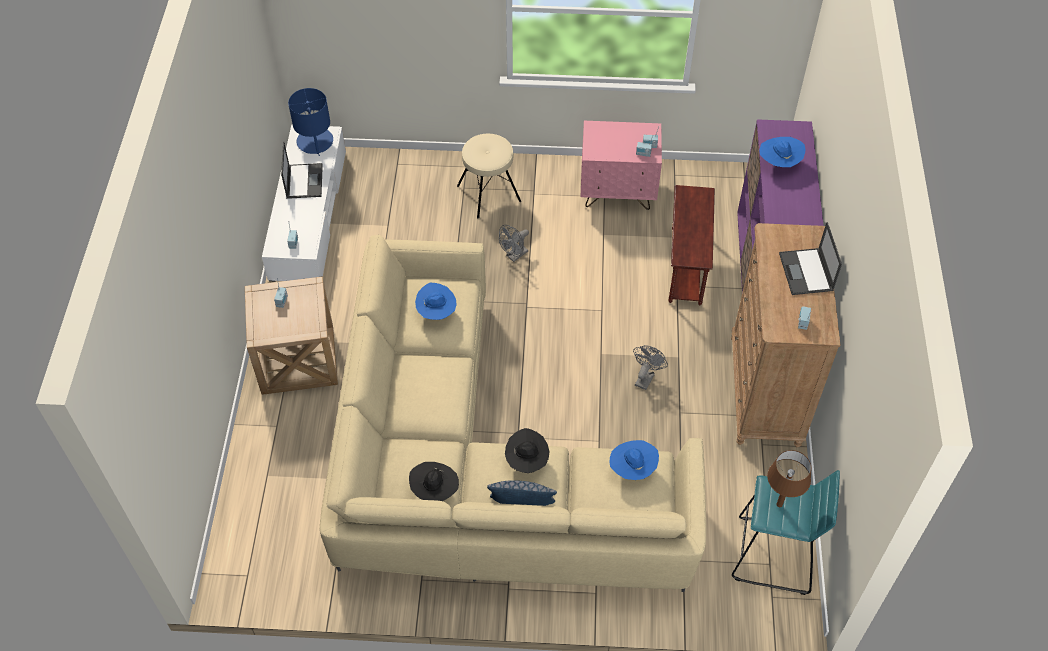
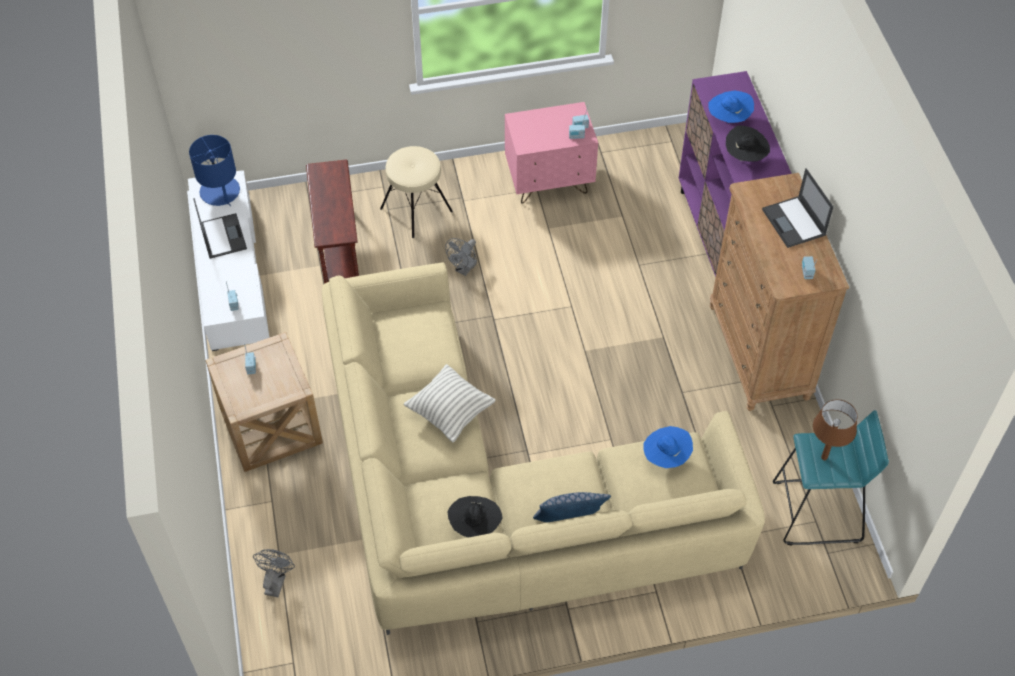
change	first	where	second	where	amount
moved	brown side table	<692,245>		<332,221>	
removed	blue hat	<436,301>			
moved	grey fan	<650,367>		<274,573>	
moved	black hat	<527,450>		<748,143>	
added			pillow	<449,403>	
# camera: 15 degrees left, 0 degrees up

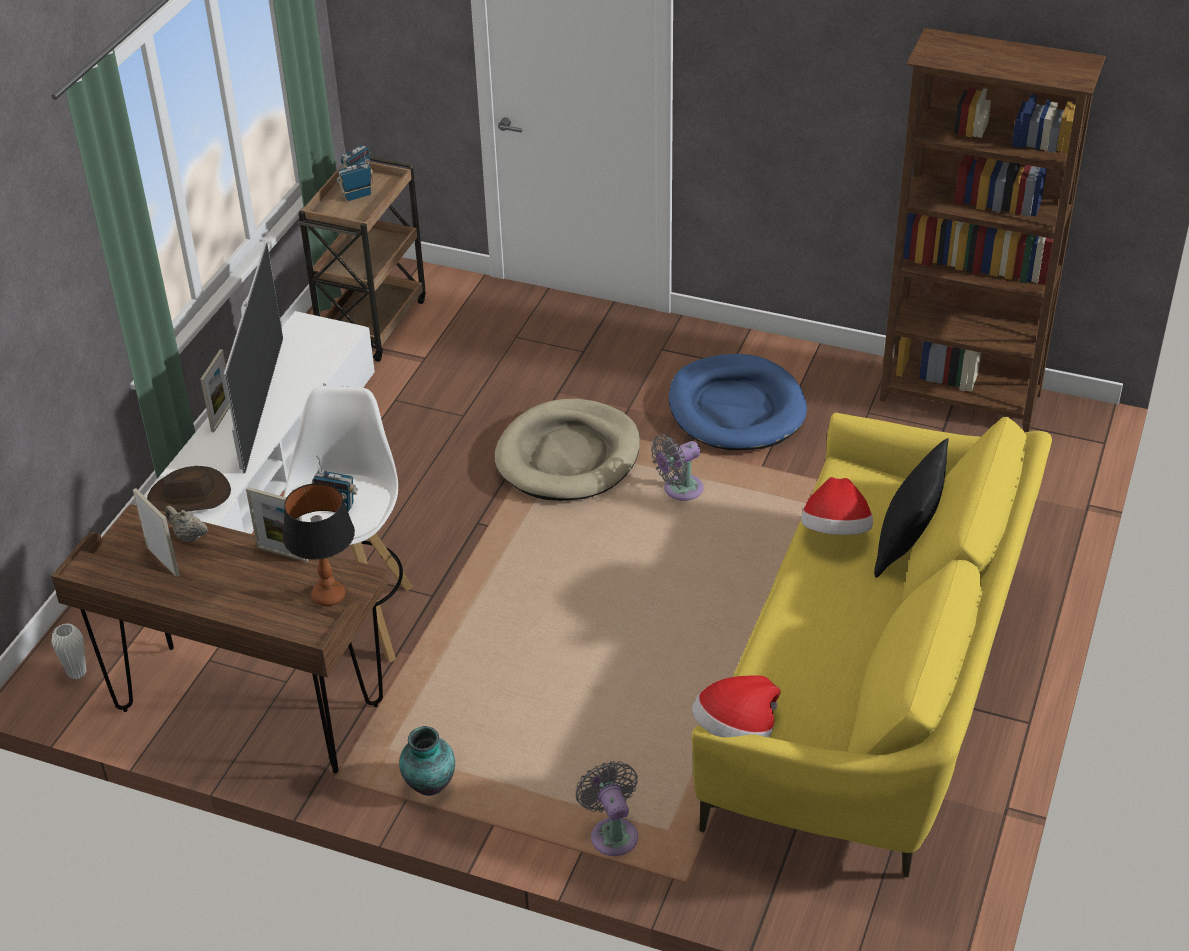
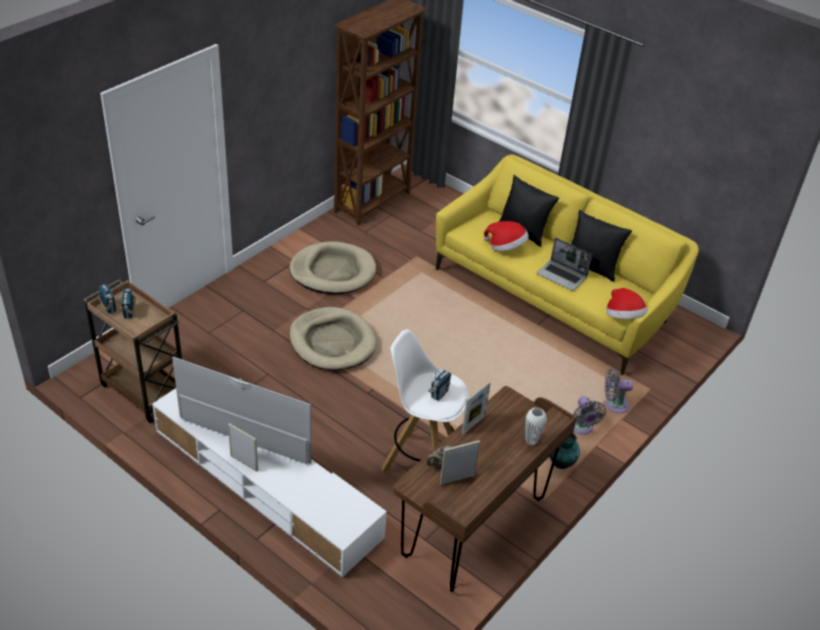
change	first	where	second	where	amount
recoloured	blue dog bed	<738,402>	beige dog bed	<332,268>	
moved	grey fan	<677,467>		<589,415>	
removed	brown hat	<189,489>			
removed	table lamp	<319,544>			
moved	white vase	<69,651>		<536,426>	
added			black pillow	<601,246>	
added			laptop	<564,264>	
# camera: 75 degrees left, 0 degrees up

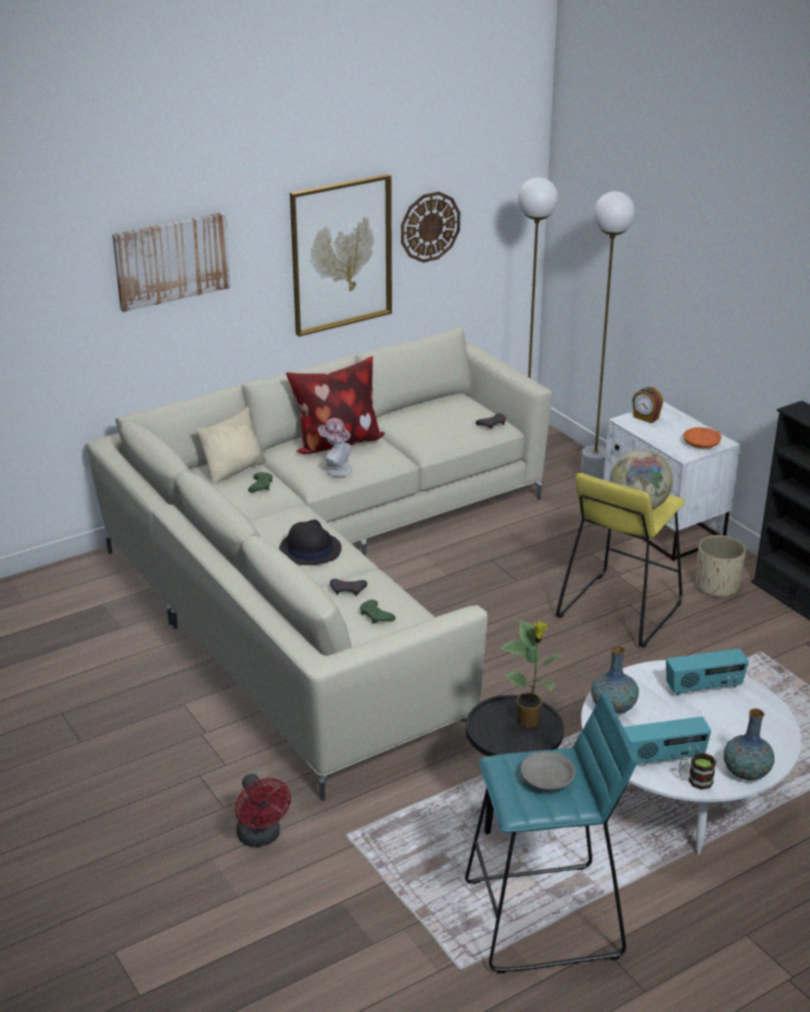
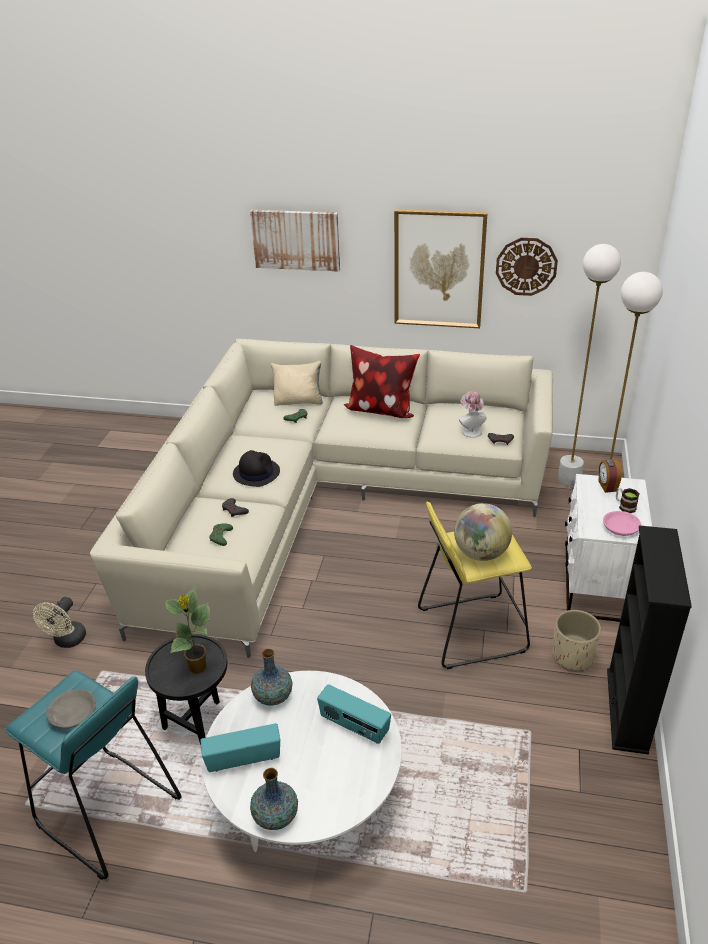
change	first	where	second	where	amount
moved	hat	<335,447>		<473,414>	
recoloured	orange bowl	<702,438>	pink bowl	<622,523>	
turned	radio	<667,741>		<240,747>	135 degrees clockwise
moved	mug	<697,771>		<627,500>	
recoloured	red fan	<263,810>	beige fan	<59,622>	
# camera: 45 degrees right, 5 degrees up

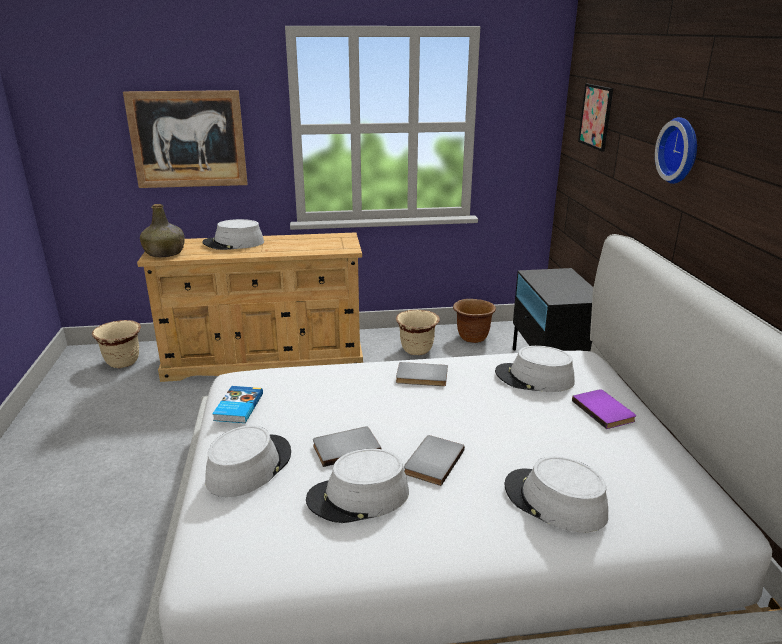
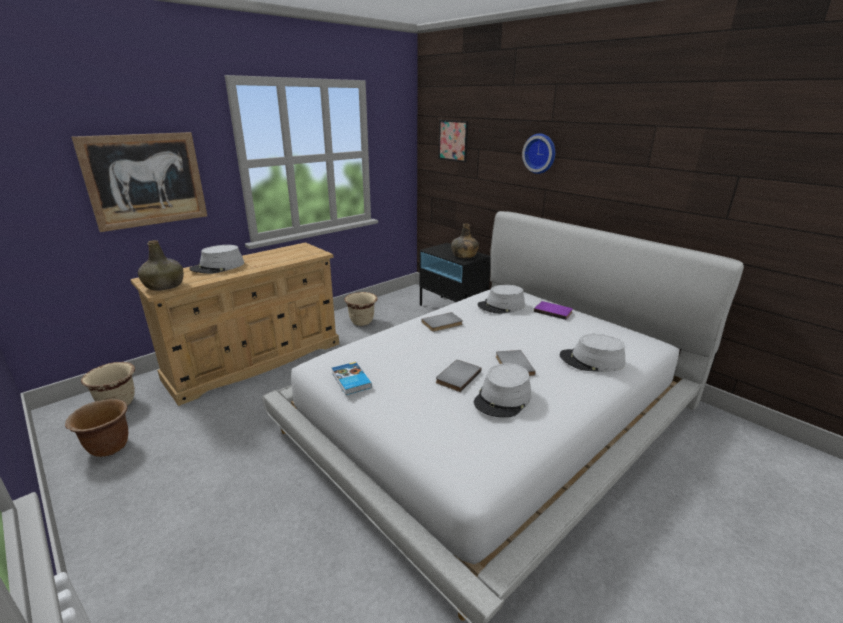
change	first	where	second	where	amount
moved	brown planter	<474,321>		<96,428>	
removed	grey hat	<248,461>			
added			green bottle	<465,240>	
# camera: 35 degrees left, 0 degrees up

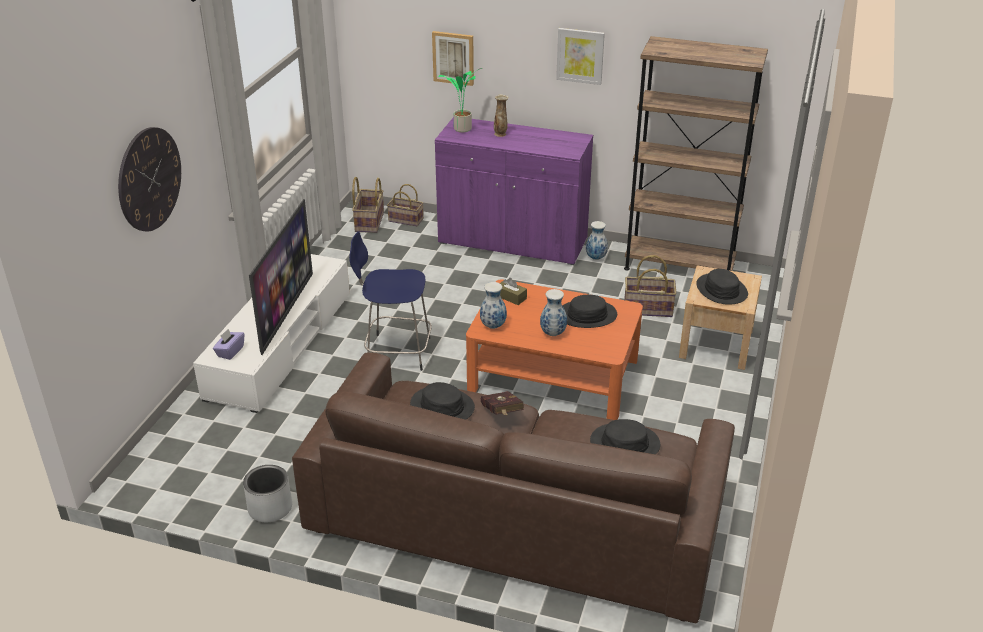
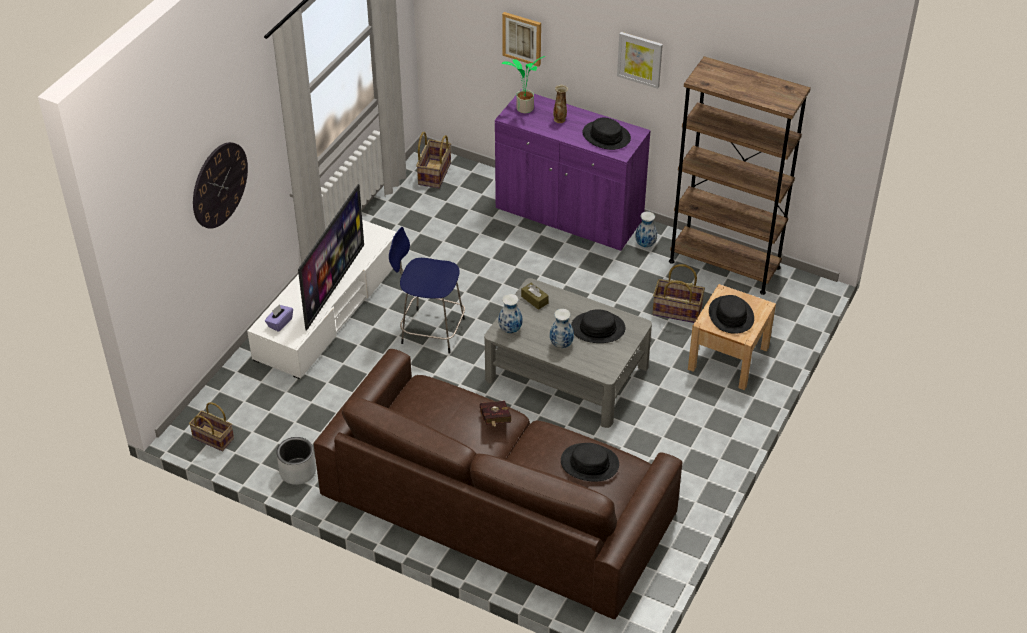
change	first	where	second	where	amount
moved	basket	<405,205>		<211,426>	
recoloured	orange coffee table	<554,349>	grey coffee table	<568,353>	
moved	black hat	<442,401>		<606,134>	
# camera: 10 degrees right, 10 degrees up

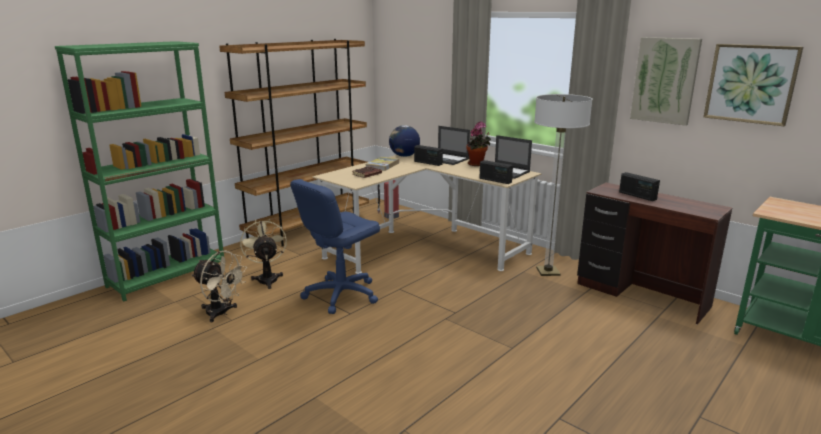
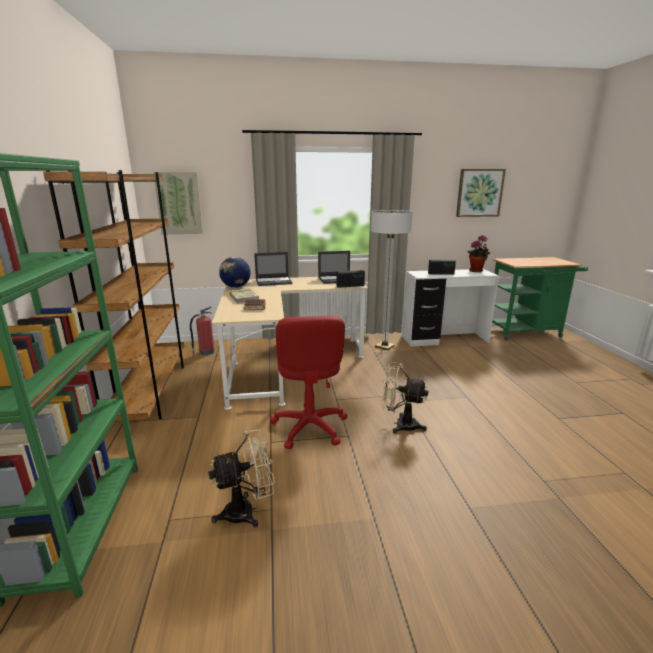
change	first	where	second	where	amount
moved	picture	<666,81>		<178,203>	
moved	potted plant	<478,143>		<479,253>	
removed	radio	<428,155>			
recoloured	blue office chair	<335,246>	red office chair	<308,382>	
recoloured	brown desk	<654,254>	white desk	<450,308>	
moved	beige fan	<263,254>		<405,398>	
# camera: 50 degrees left, 0 degrees up

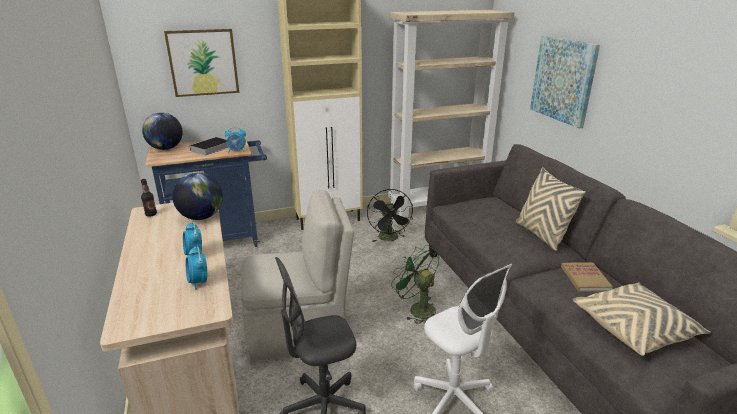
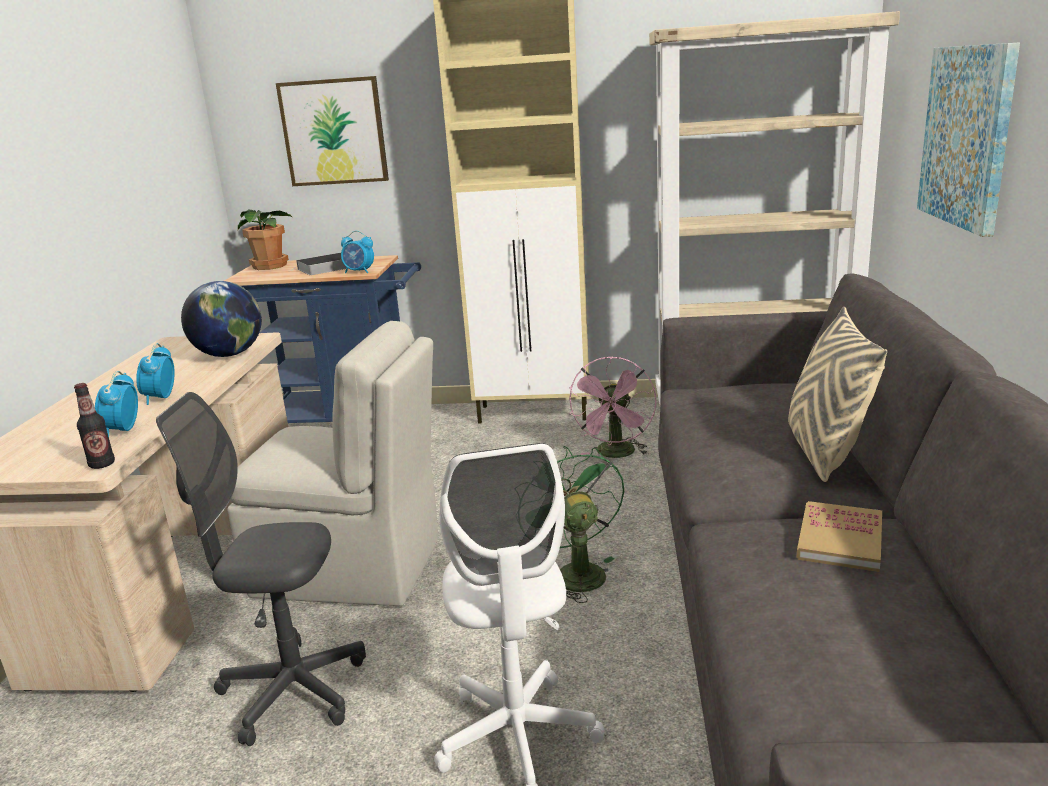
change	first	where	second	where	amount
replaced	globe	<162,131>	potted plant	<265,239>	
moved	bottle	<149,198>		<94,426>	
recoloured	black fan	<390,215>	pink fan	<612,407>	
removed	beige pillow	<642,319>			
# camera: 25 degrees right, 5 degrees down

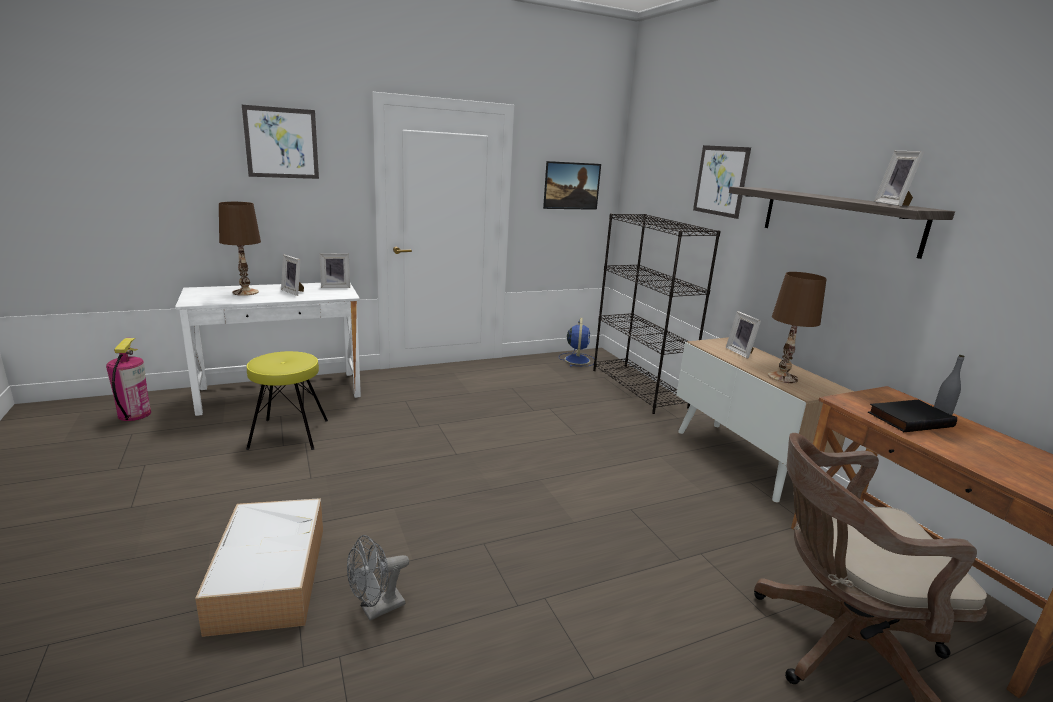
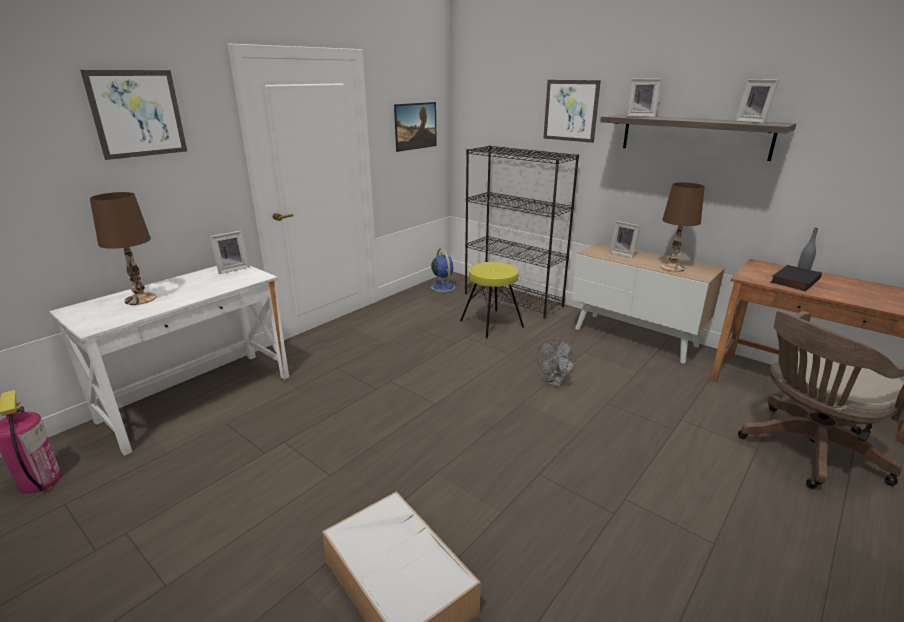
change	first	where	second	where	amount
moved	picture frame	<292,275>		<643,98>	
moved	yellow stool	<287,400>		<492,300>	
moved	grey fan	<378,578>		<557,362>	
# camera: 25 degrees left, 5 degrees up

